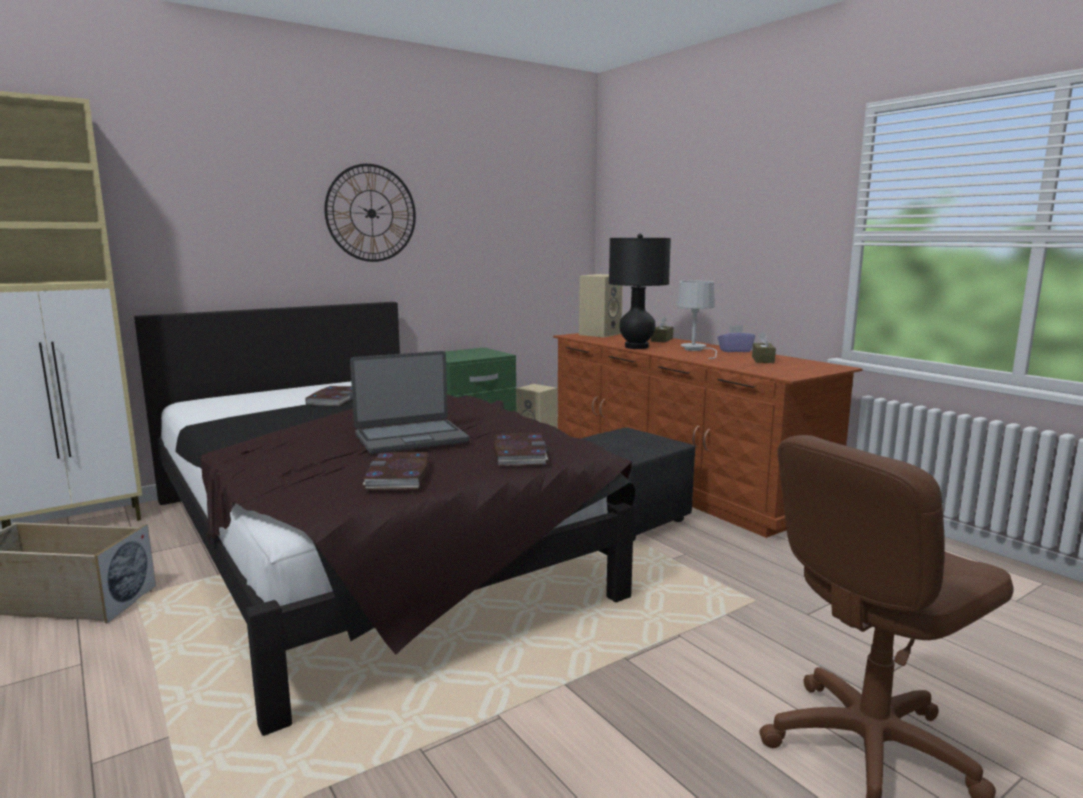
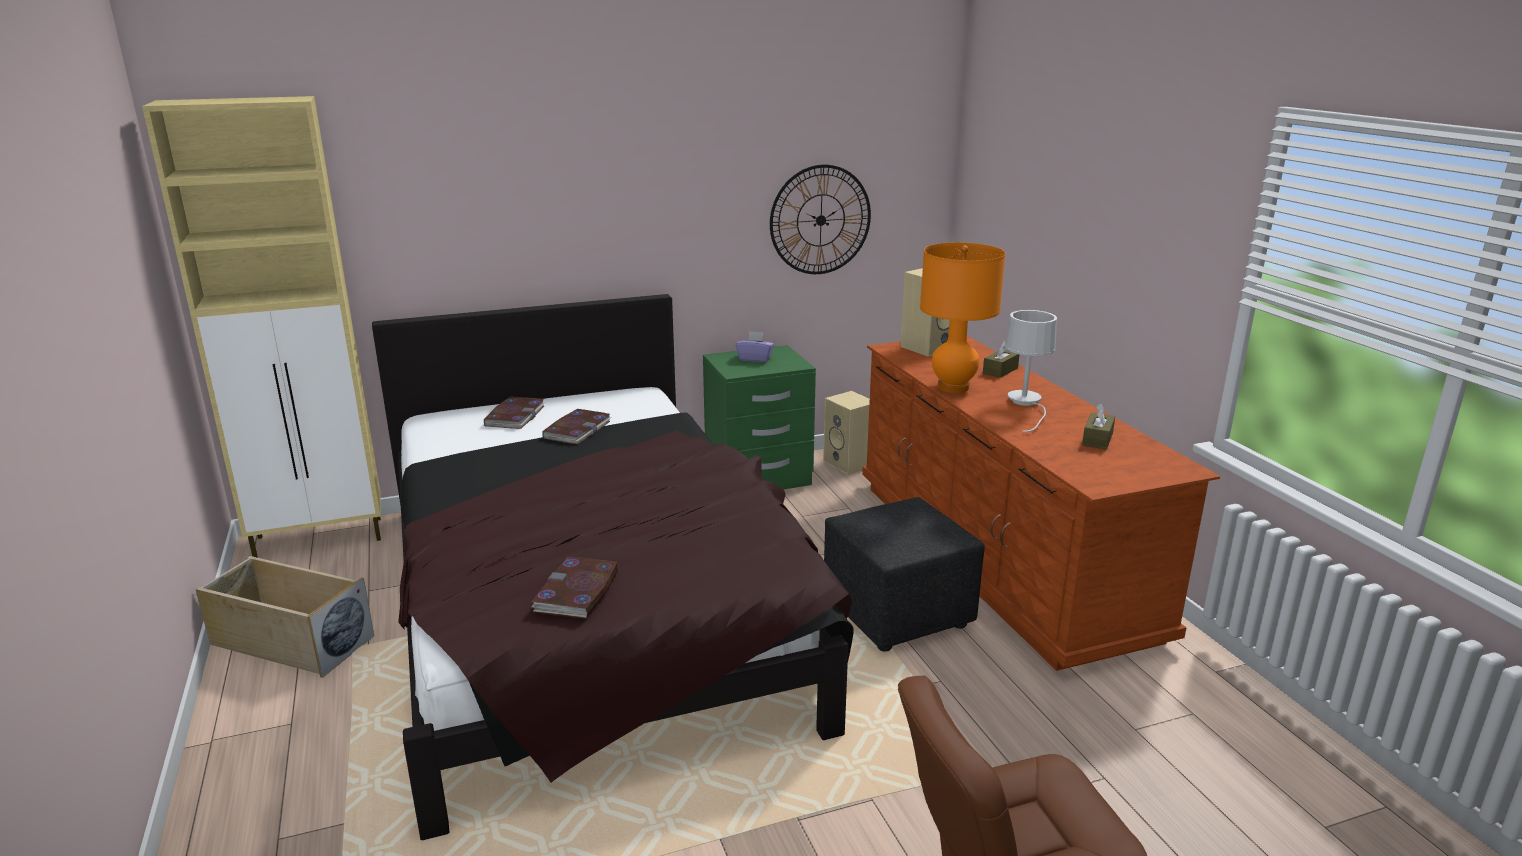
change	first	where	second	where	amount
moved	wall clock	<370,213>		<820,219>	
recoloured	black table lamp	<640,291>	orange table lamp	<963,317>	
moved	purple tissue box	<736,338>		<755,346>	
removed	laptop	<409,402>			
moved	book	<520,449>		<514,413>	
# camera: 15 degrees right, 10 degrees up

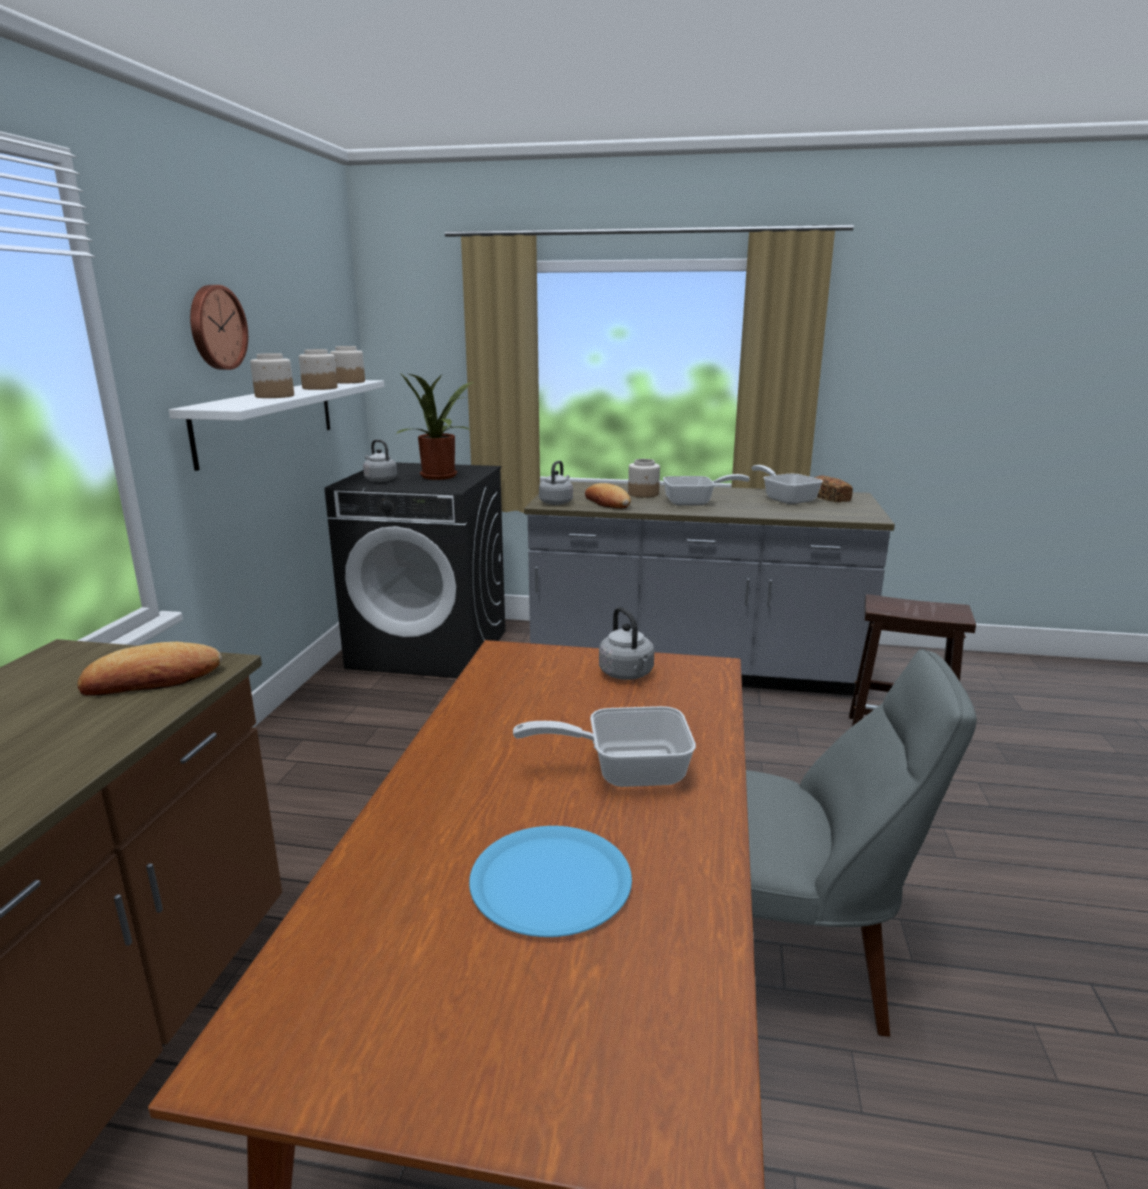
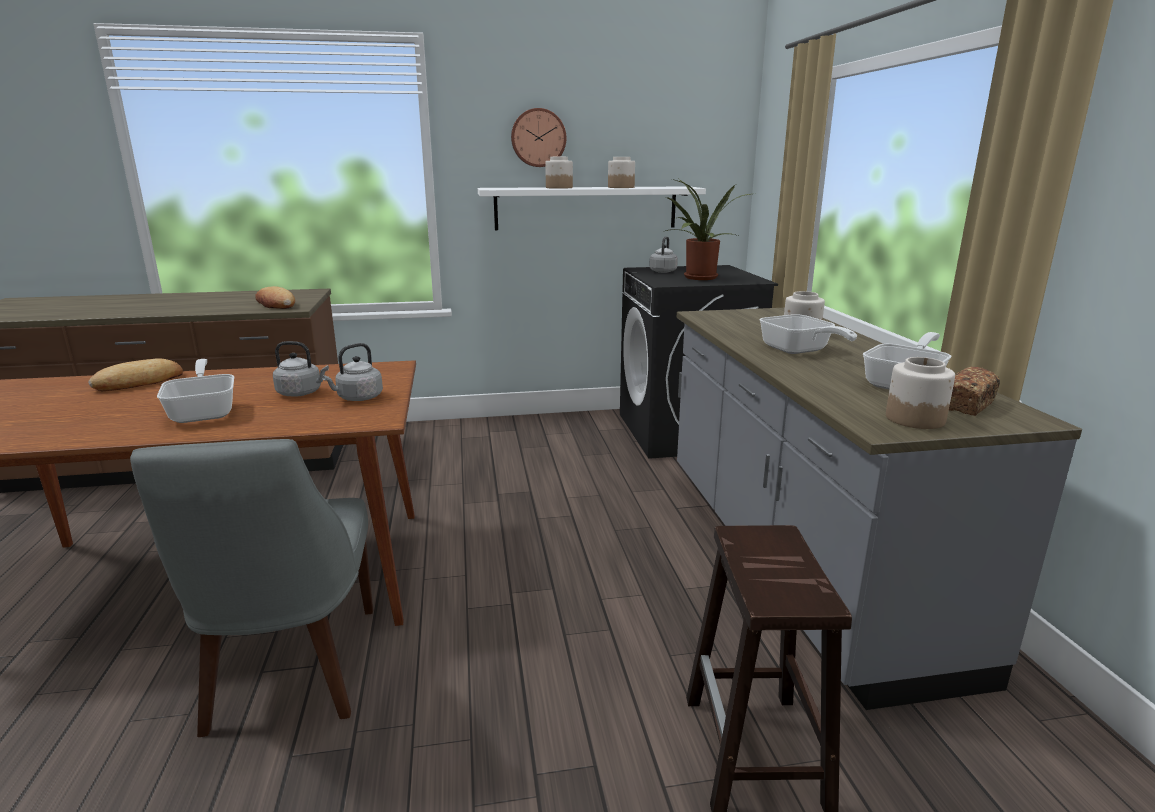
change	first	where	second	where	amount
moved	jar	<347,364>		<920,393>	
moved	grey kettle	<556,482>		<301,369>	
moved	bread	<608,496>		<135,374>	
removed	blue plate	<550,881>			
# camera: 70 degrees right, 0 degrees up

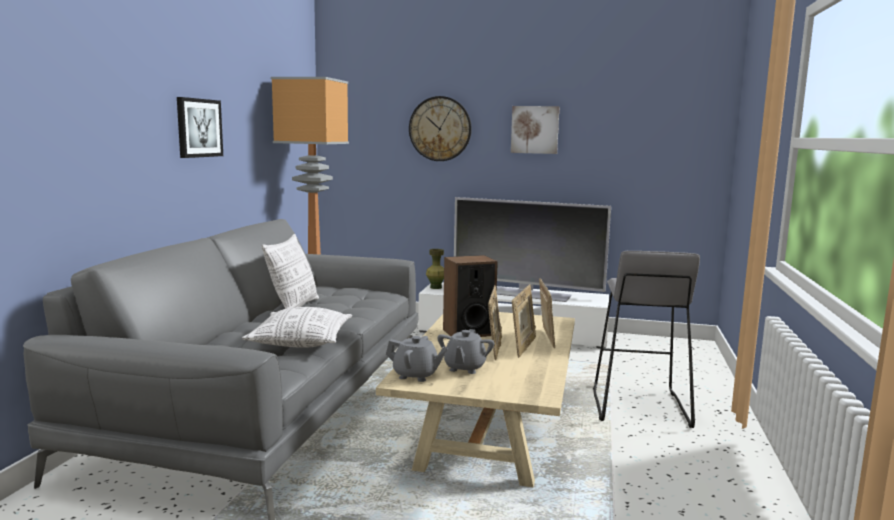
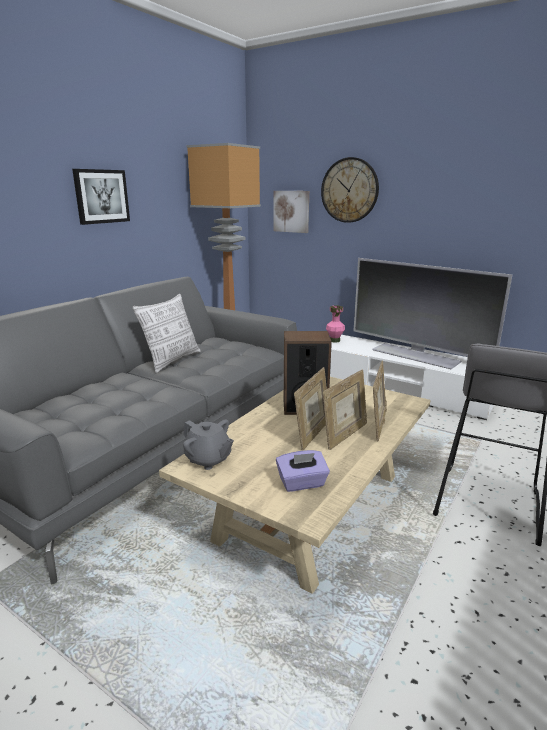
change	first	where	second	where	amount
moved	picture	<535,130>		<291,212>	
recoloured	green vase	<435,269>	pink vase	<335,323>	
removed	pillow	<297,327>			
removed	grey teapot	<465,351>			
added			purple tissue box	<303,471>	
# camera: 20 degrees right, 10 degrees up

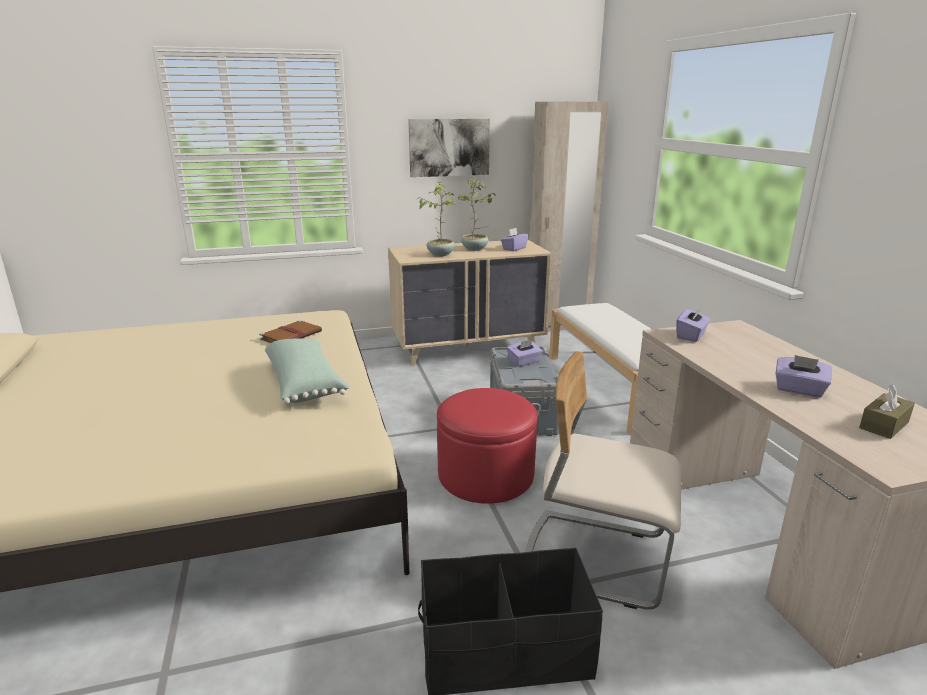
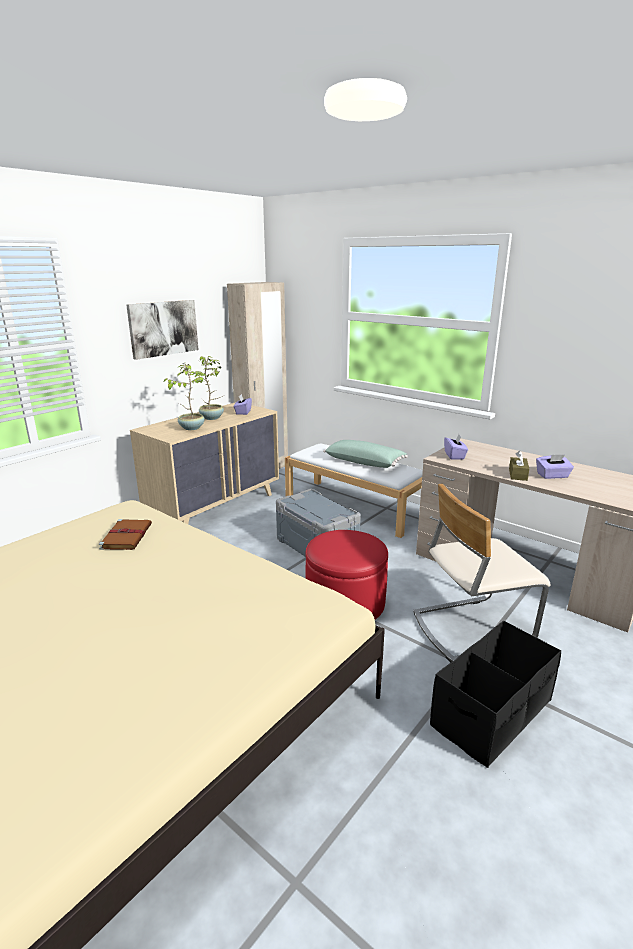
change	first	where	second	where	amount
moved	green pillow	<307,371>		<365,454>	
removed	purple tissue box	<525,353>			
moved	brown tissue box	<887,411>		<519,466>	
# camera: 35 degrees left, 0 degrees up

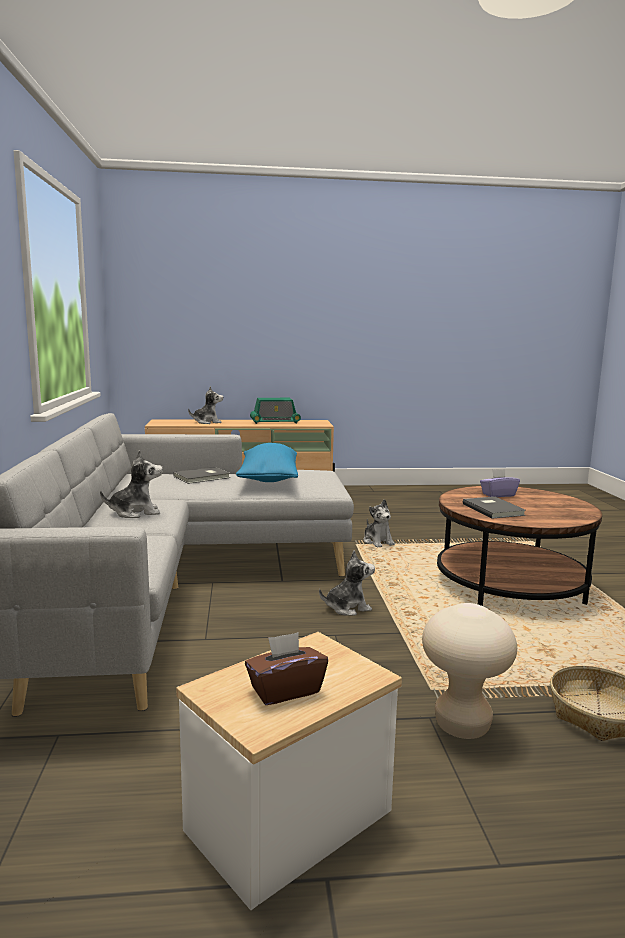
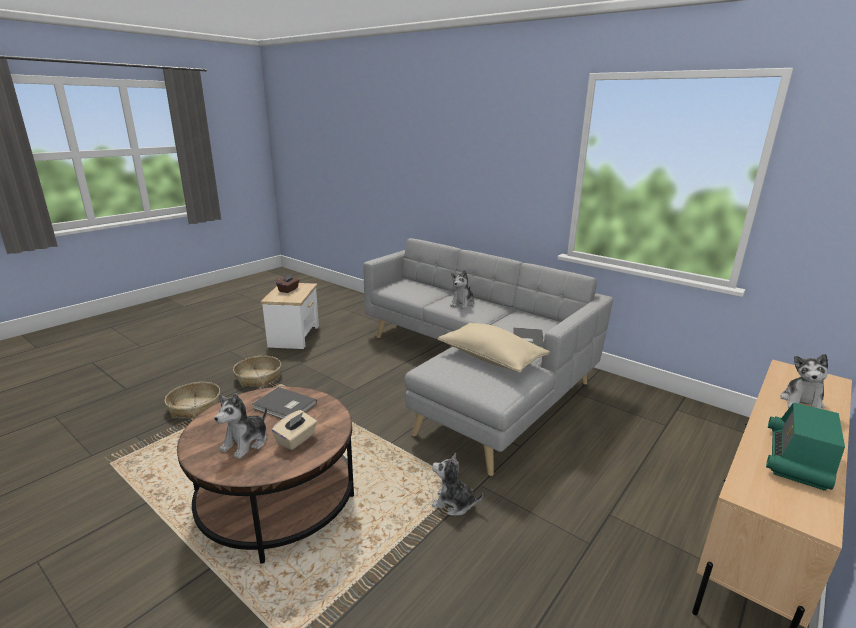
change	first	where	second	where	amount
recoloured	blue pillow	<267,462>	beige pillow	<494,348>	
recoloured	purple tissue box	<500,483>	beige tissue box	<294,430>	
moved	plush toy	<347,583>		<240,426>	
replaced	beige stool	<469,671>	basket	<257,371>	
# camera: 135 degrees right, 10 degrees up

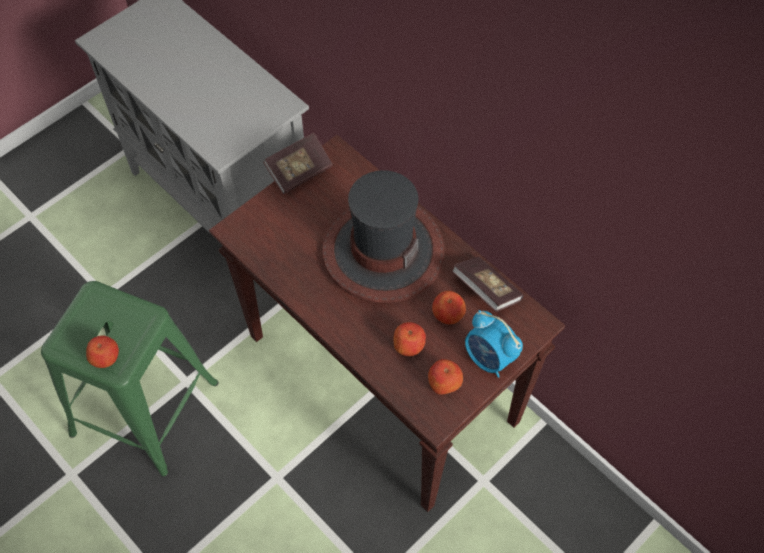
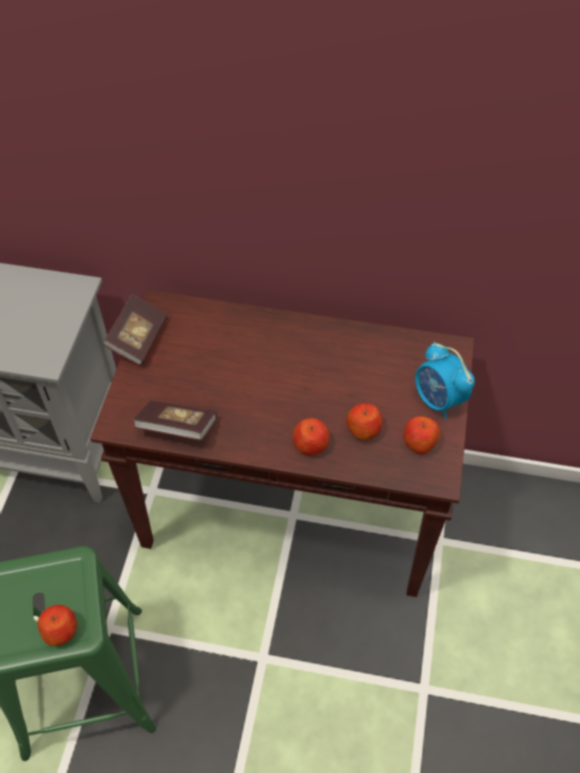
change	first	where	second	where	amount
removed	hat	<383,236>			
moved	book	<488,284>		<175,420>	
moved	apple	<449,307>		<311,436>	
turned	alarm clock	<494,344>		<445,380>	45 degrees clockwise
# camera: 35 degrees left, 5 degrees down

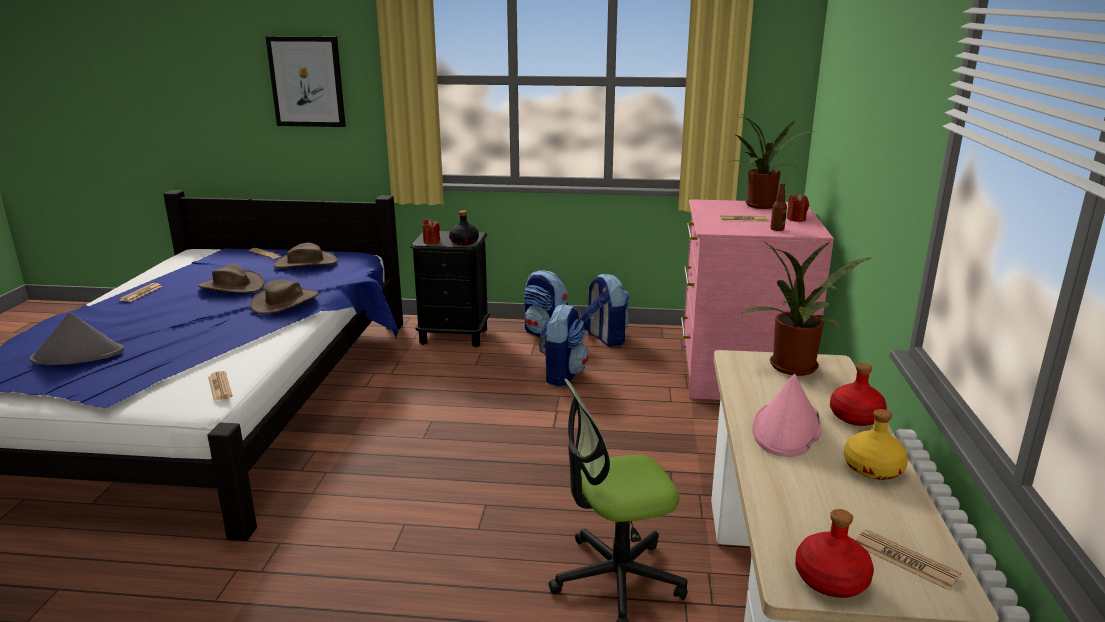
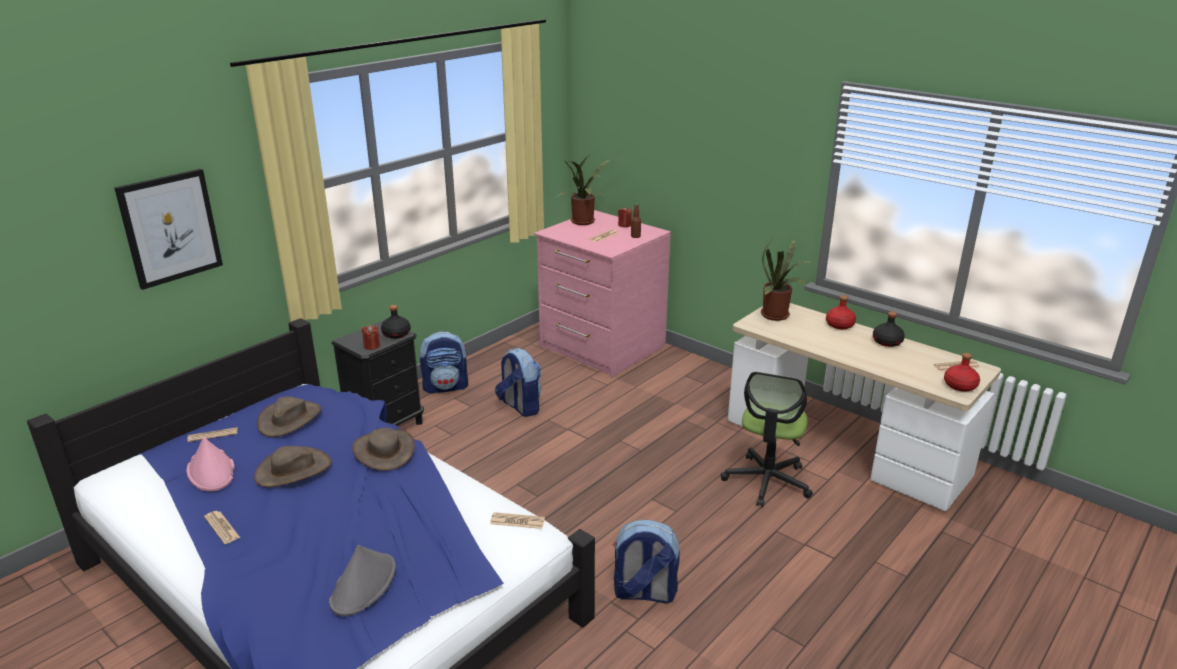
change	first	where	second	where	amount
moved	backpack	<605,310>		<646,562>	
moved	pink hat	<787,415>		<211,464>	
recoloured	yellow bottle	<876,444>	black bottle	<889,329>	
# camera: 55 degrees left, 5 degrees up

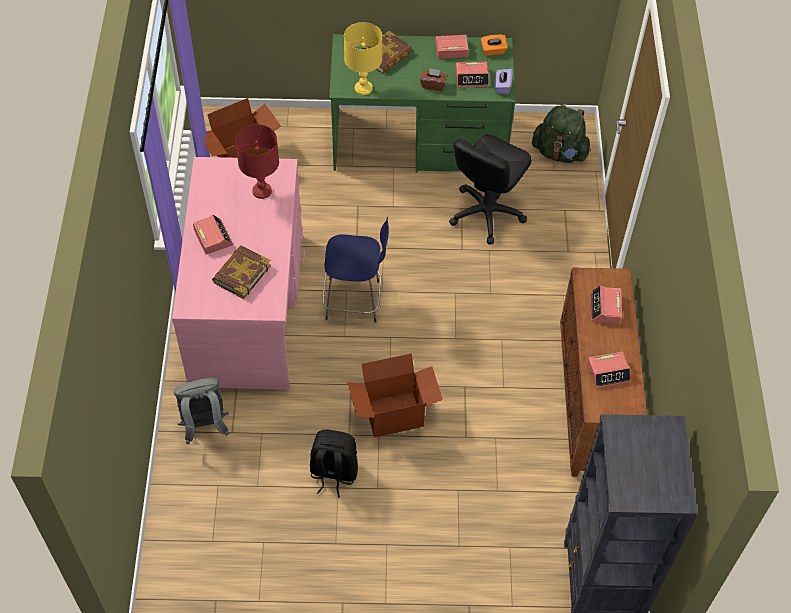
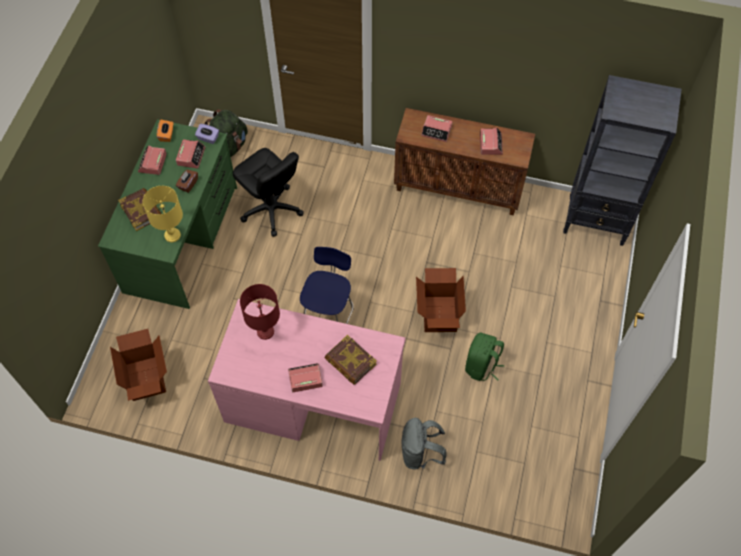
change	first	where	second	where	amount
recoloured	black backpack	<334,464>	green backpack	<484,356>	
# camera: 75 degrees left, 5 degrees up

